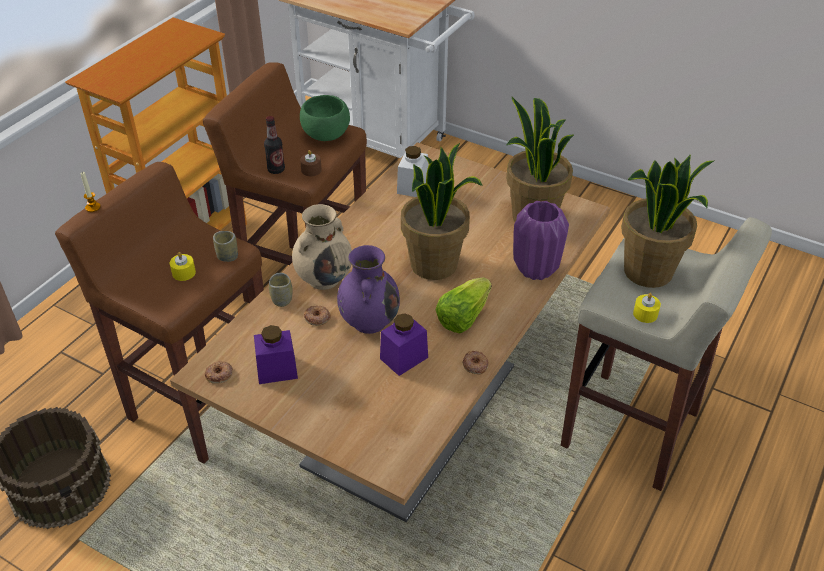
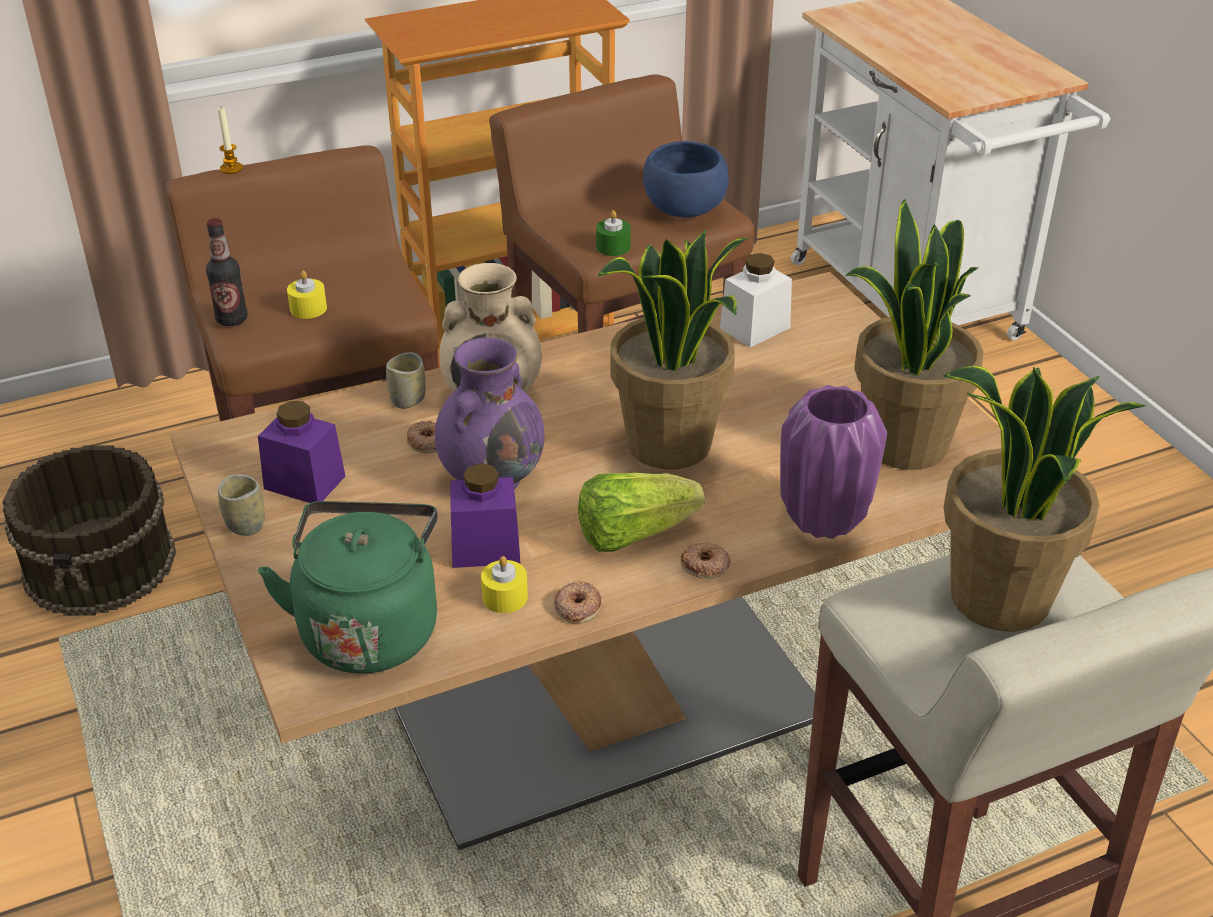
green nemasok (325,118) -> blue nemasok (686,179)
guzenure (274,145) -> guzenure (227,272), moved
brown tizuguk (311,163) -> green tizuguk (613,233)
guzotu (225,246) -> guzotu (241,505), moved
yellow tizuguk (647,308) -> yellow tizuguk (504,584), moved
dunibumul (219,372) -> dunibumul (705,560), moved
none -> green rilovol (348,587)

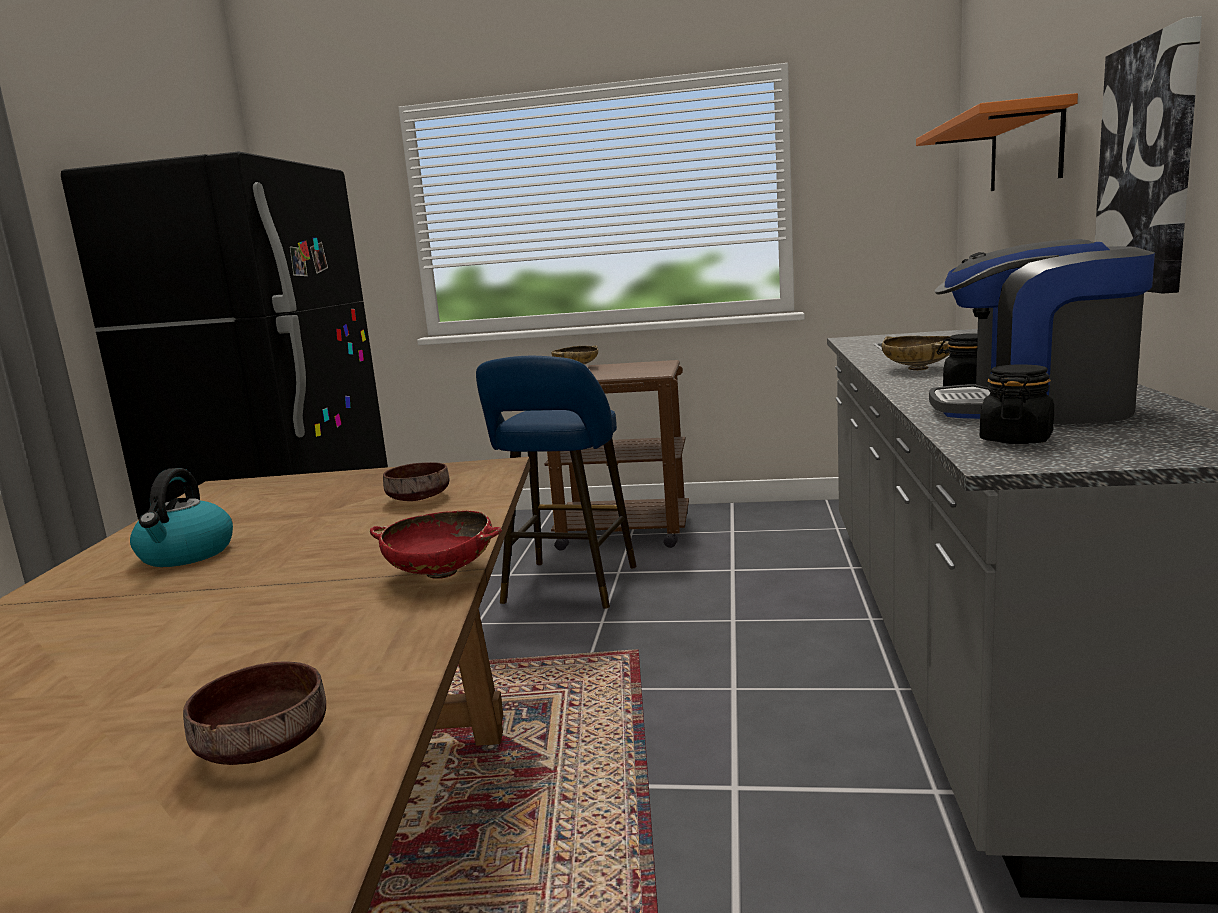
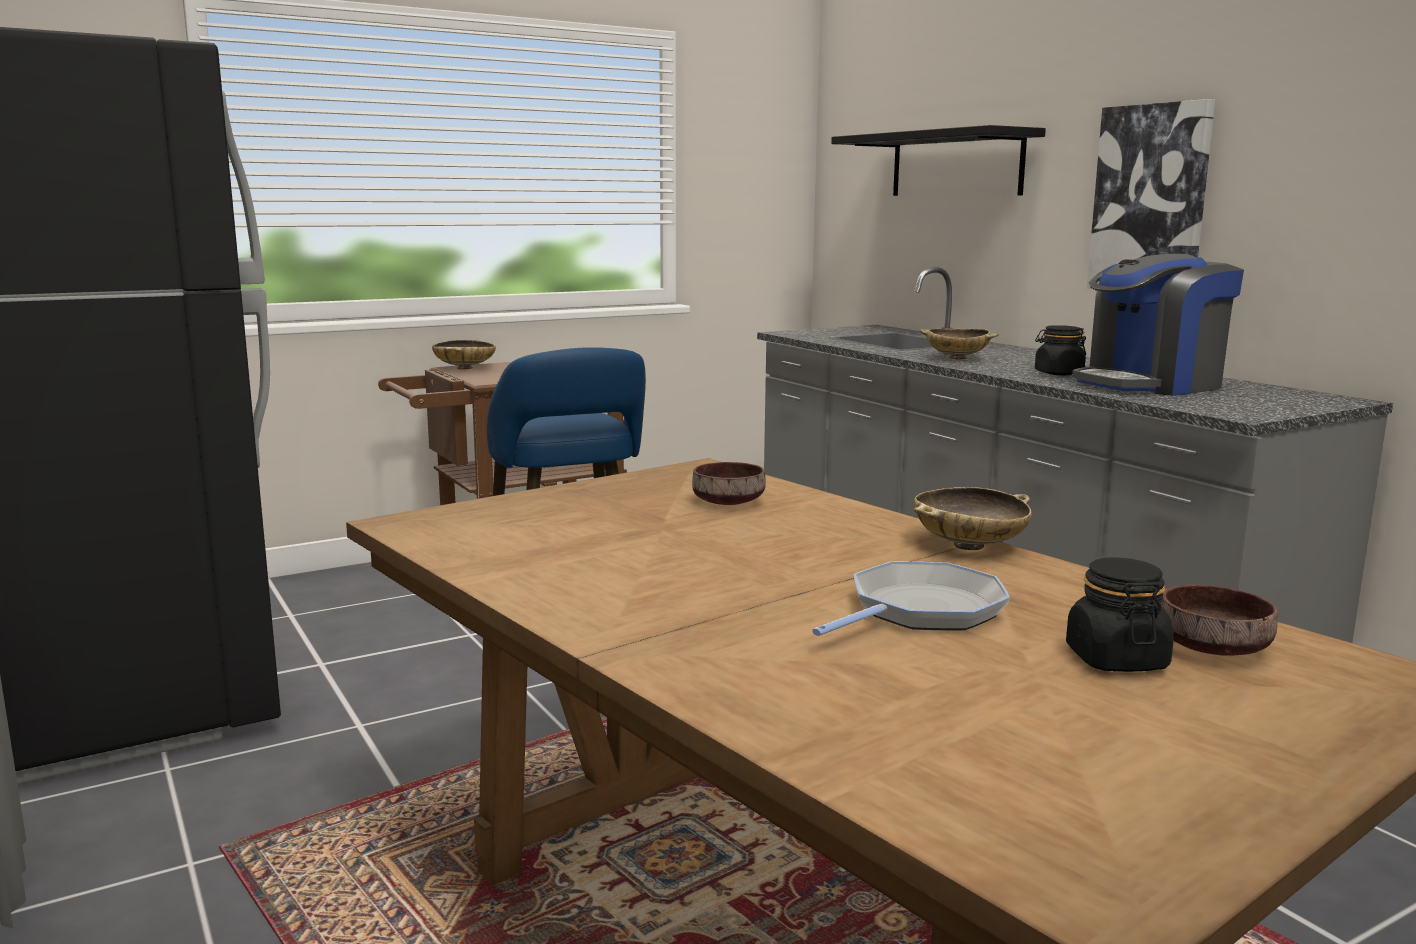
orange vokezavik (997,142) -> black vokezavik (938,160)
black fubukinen (1017,404) -> black fubukinen (1120,614), moved
rilovol (181,517) -> none
red nemasok (436,545) -> beige nemasok (973,518)
none -> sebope (911,599)

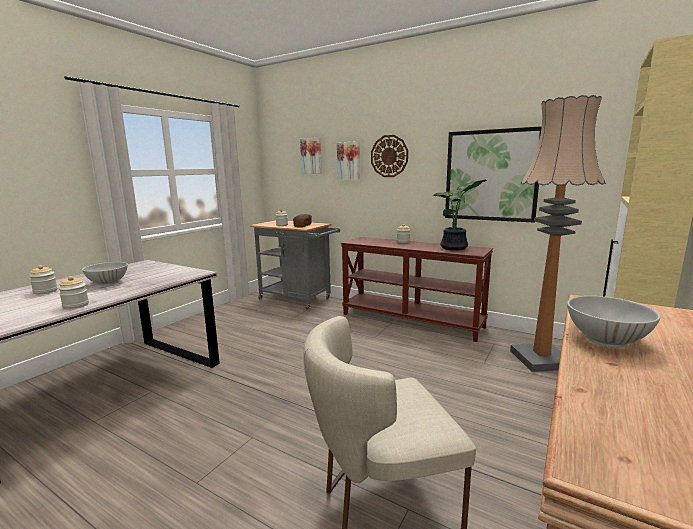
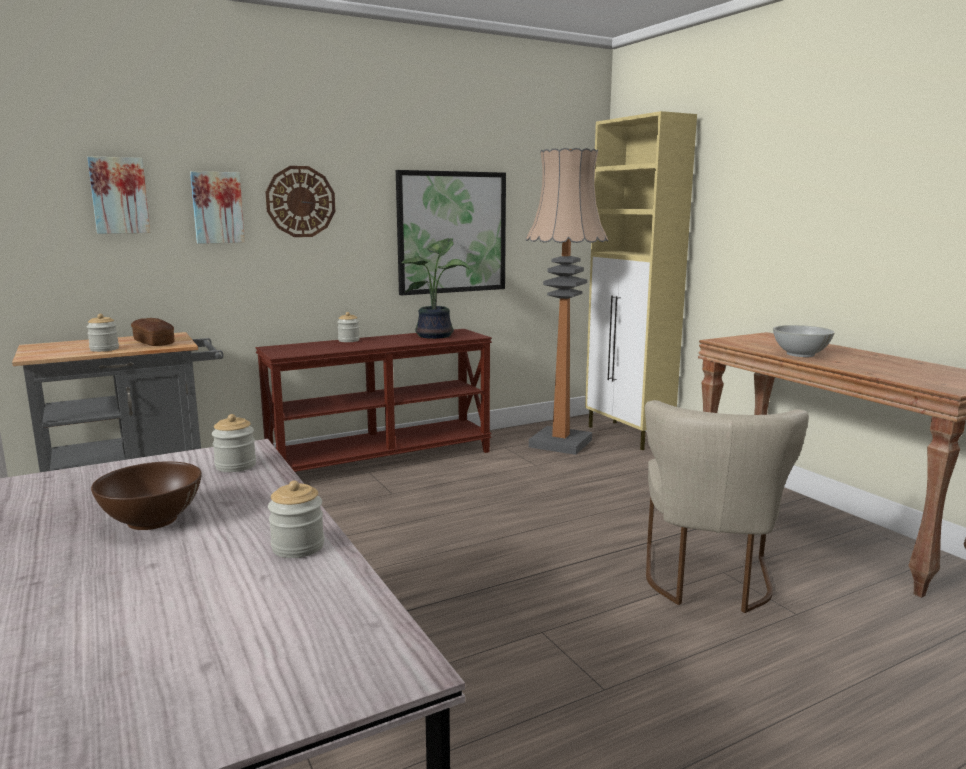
white nemasok (105,274) -> brown nemasok (146,496)
fubukinen (43,279) -> fubukinen (234,443), moved

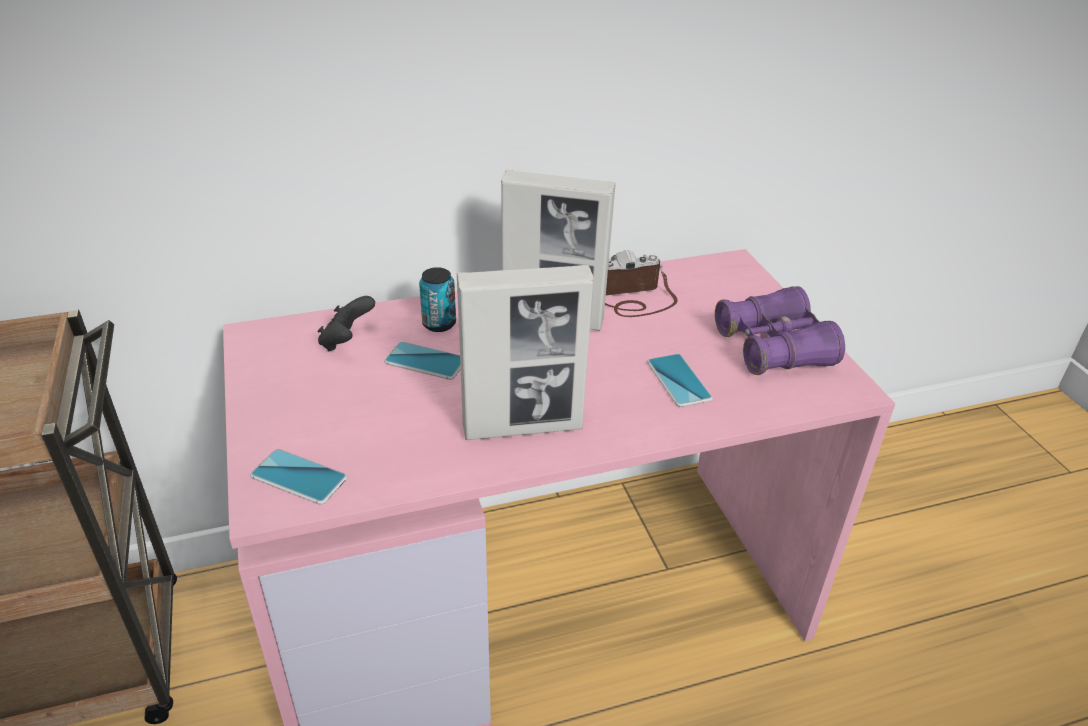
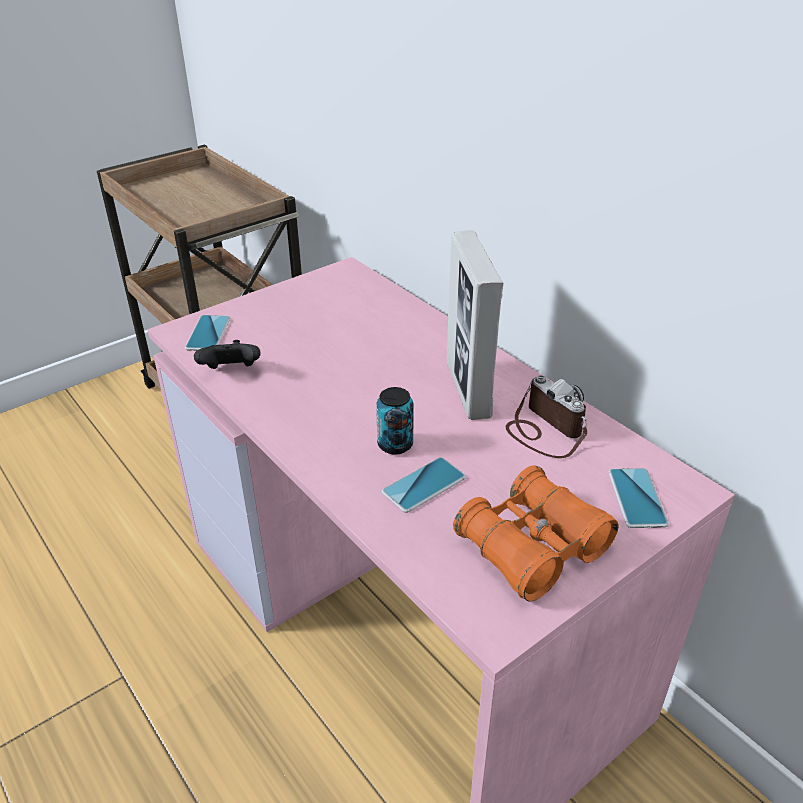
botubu (525,352) -> none
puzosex (437,299) -> puzosex (395,421), moved
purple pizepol (780,330) -> orange pizepol (536,533)
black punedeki (346,324) -> black punedeki (227,354), moved
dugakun (422,361) -> dugakun (638,498), moved

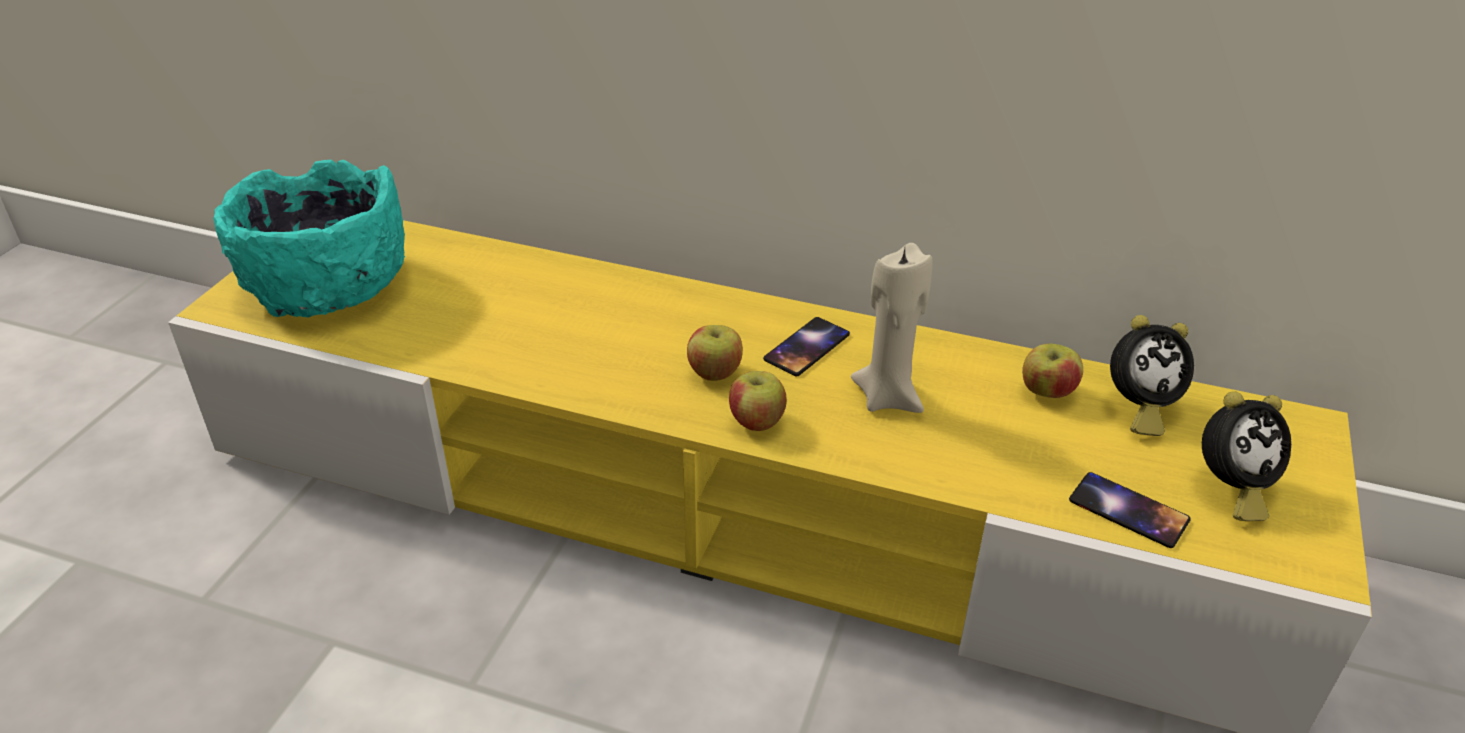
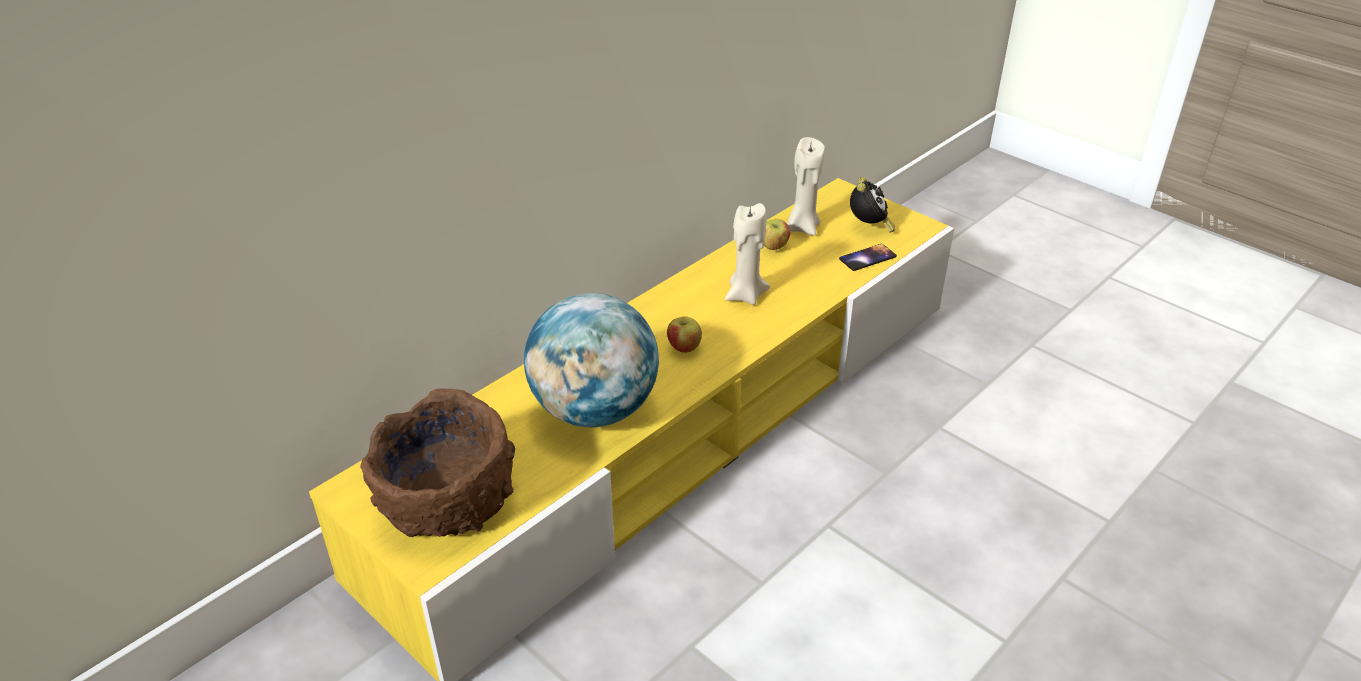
turquoise nemasok (309,239) -> brown nemasok (437,463)
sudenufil (1152,375) -> beige tizuguk (806,186)
dugakun (806,346) -> none
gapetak (758,401) -> none
none -> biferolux (591,360)

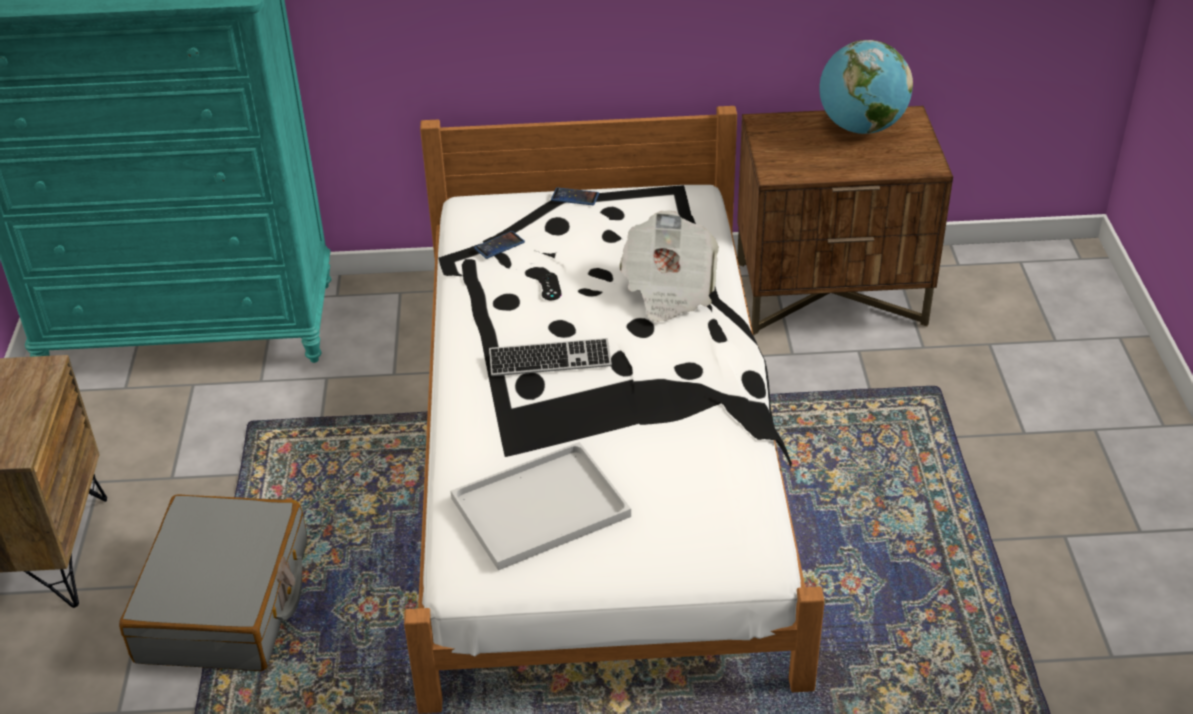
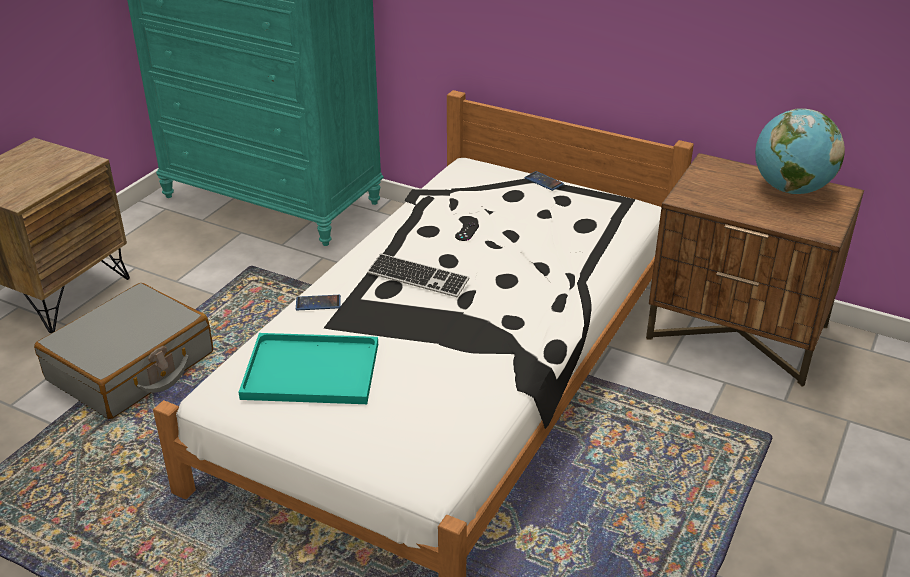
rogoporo (669,266) -> none
dugakun (499,245) -> dugakun (318,302), moved
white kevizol (541,506) -> turquoise kevizol (308,368)

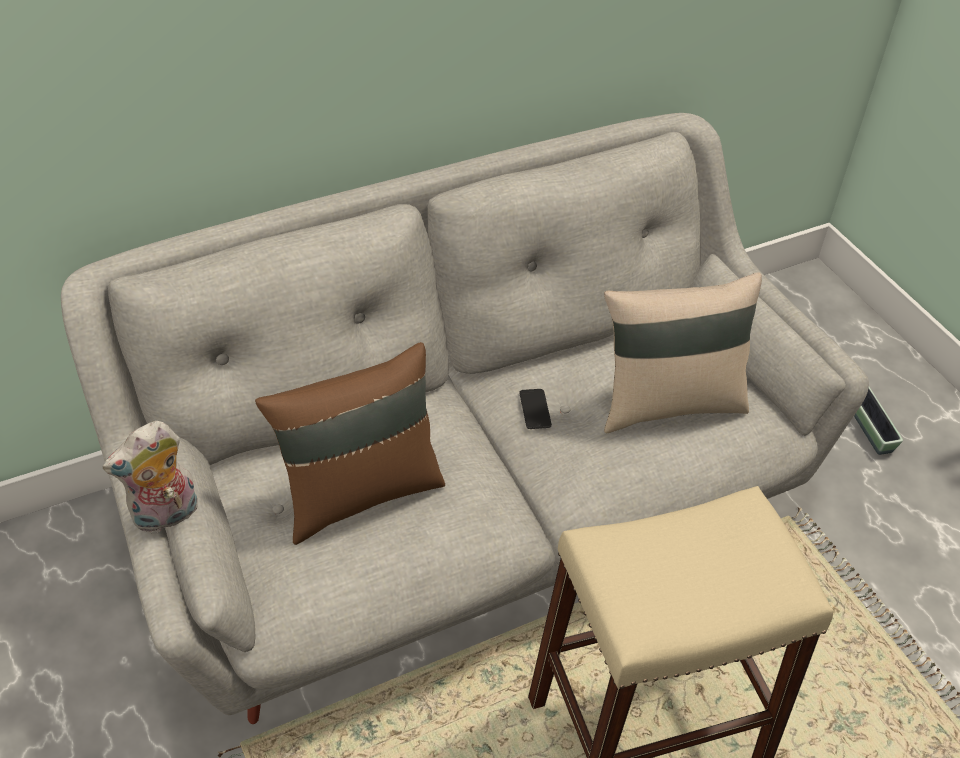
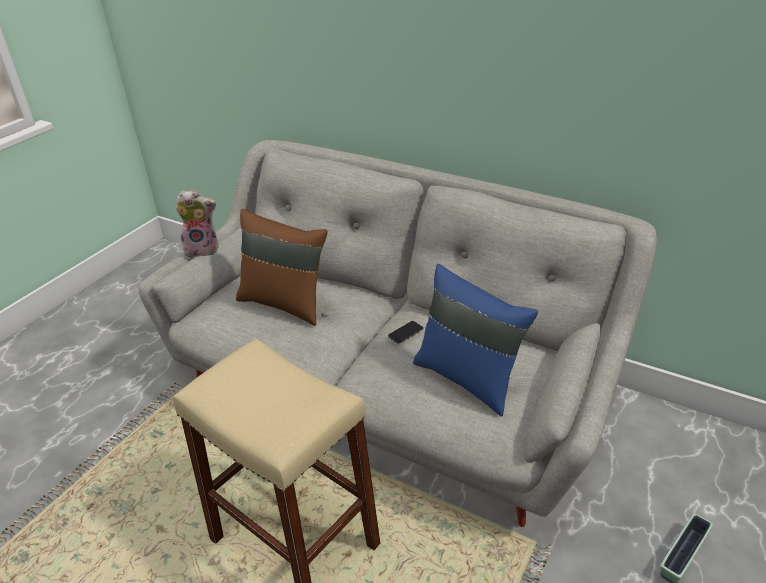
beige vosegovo (683,352) -> blue vosegovo (475,340)
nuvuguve (150,477) -> nuvuguve (197,224), 150 degrees clockwise

